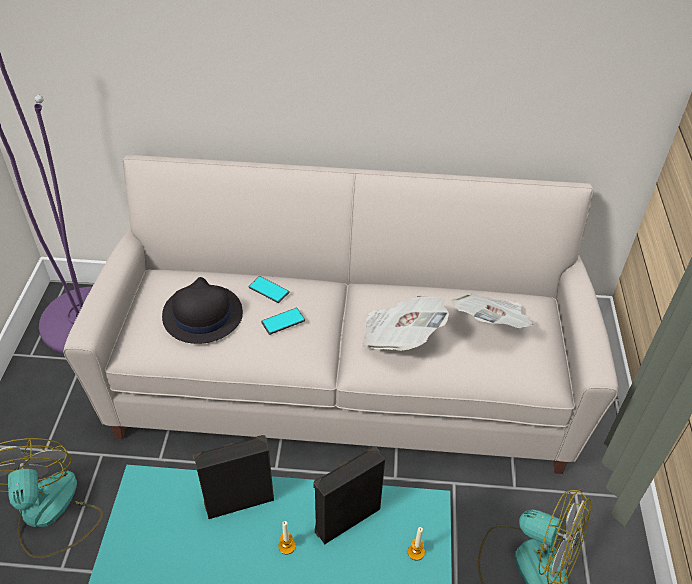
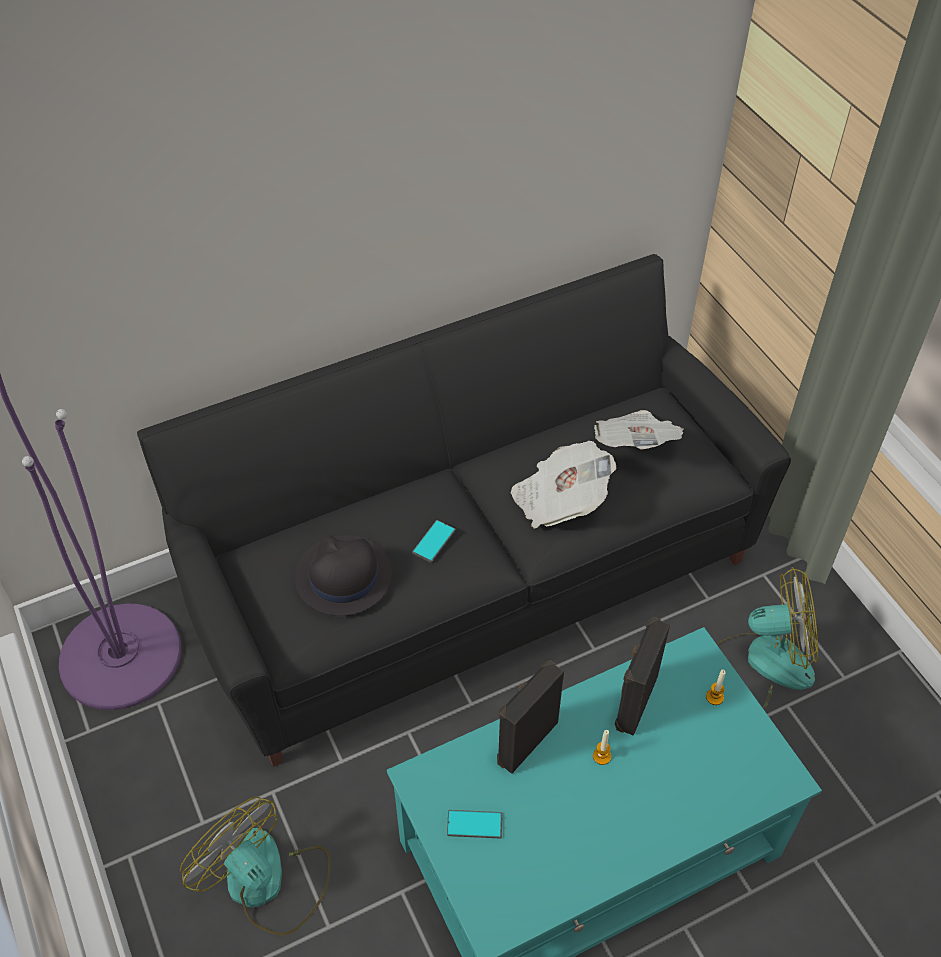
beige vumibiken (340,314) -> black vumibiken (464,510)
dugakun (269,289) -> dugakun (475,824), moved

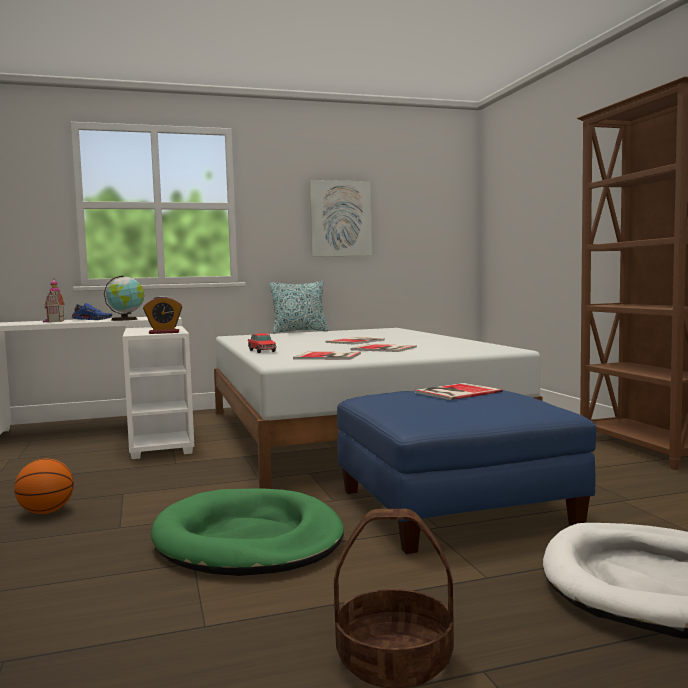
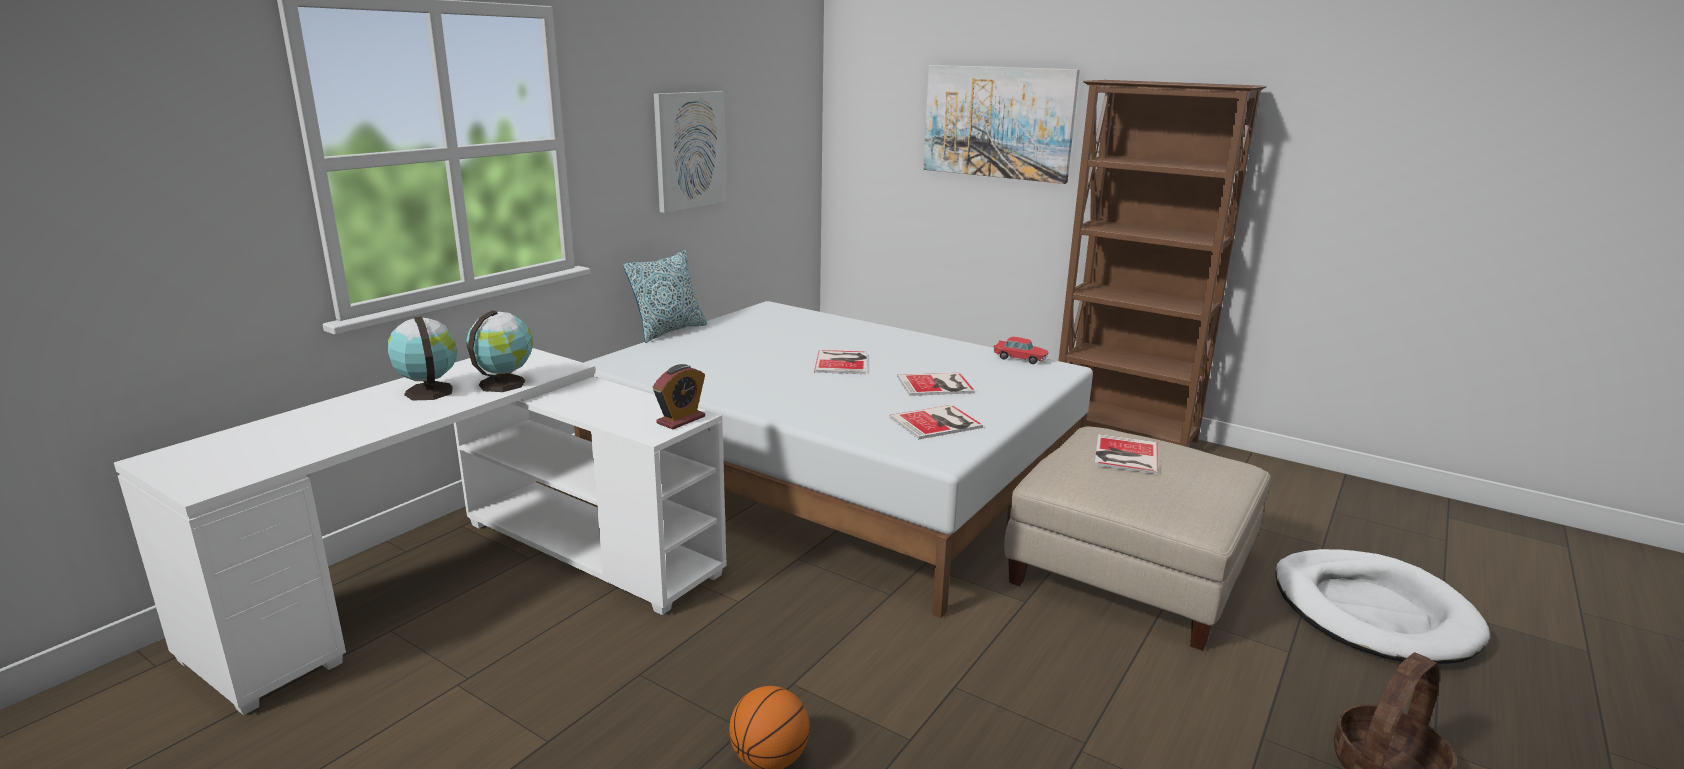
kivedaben (54,300) -> none
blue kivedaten (92,311) -> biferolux (422,358)
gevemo (262,343) -> gevemo (1021,350), moved
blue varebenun (466,472) -> beige varebenun (1137,539)
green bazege (247,532) -> none
none -> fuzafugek (1001,124)

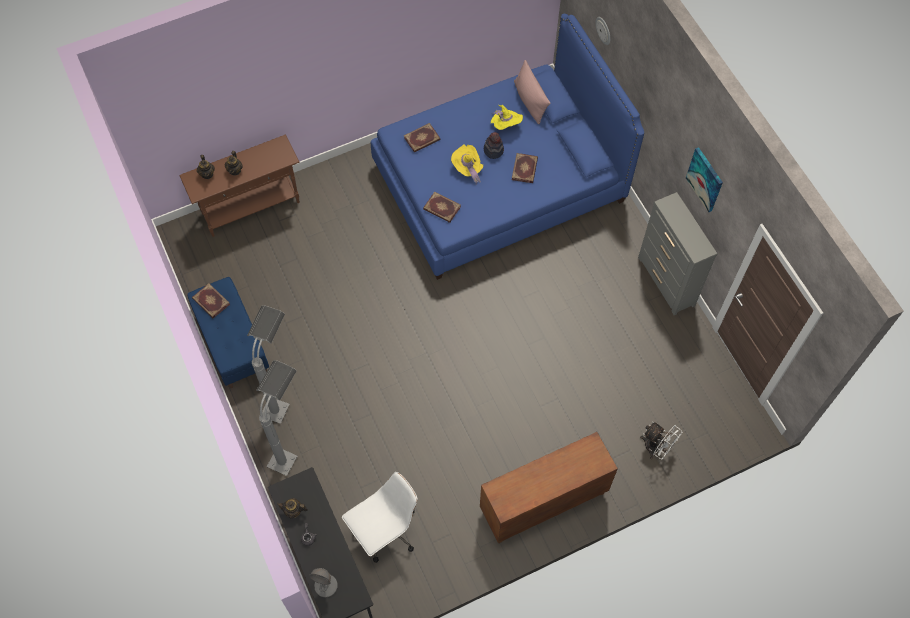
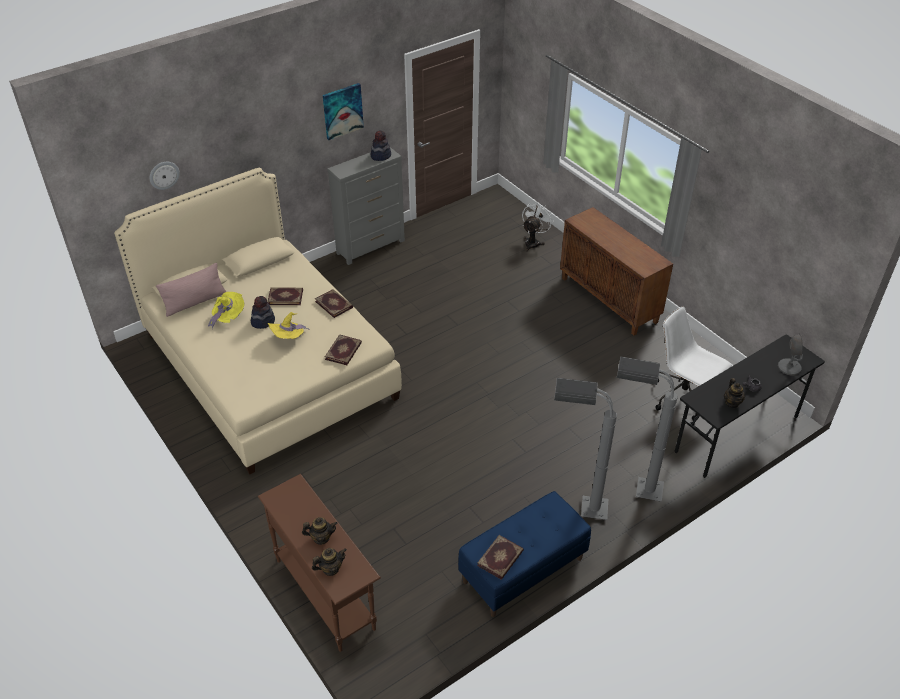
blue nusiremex (507,147) -> beige nusiremex (258,321)
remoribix (422,137) -> remoribix (334,303), moved
none -> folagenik (381,146)

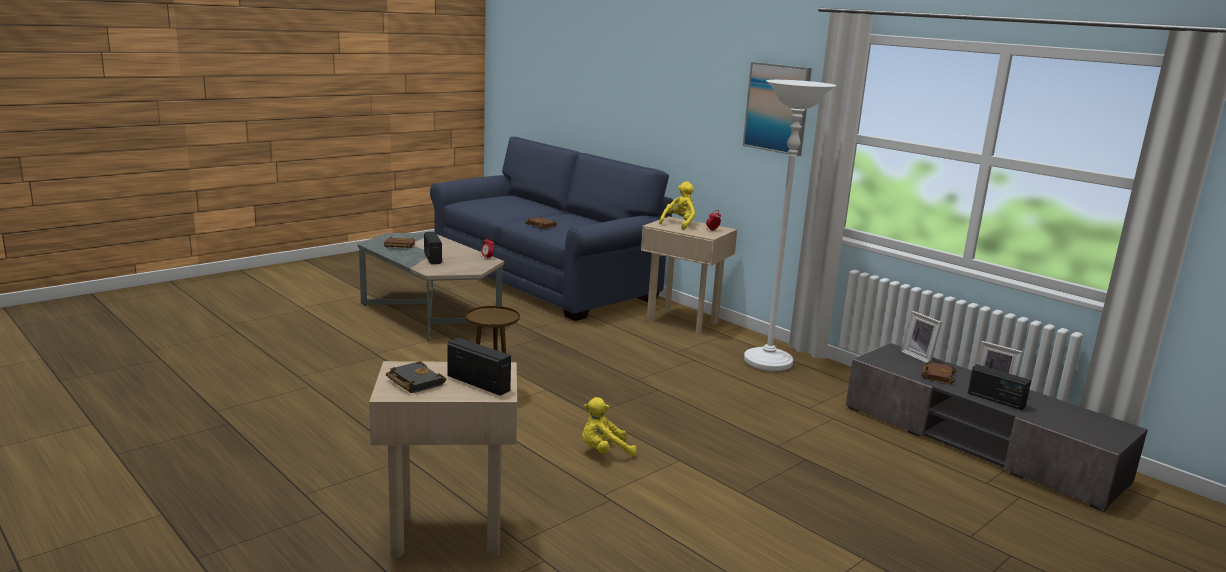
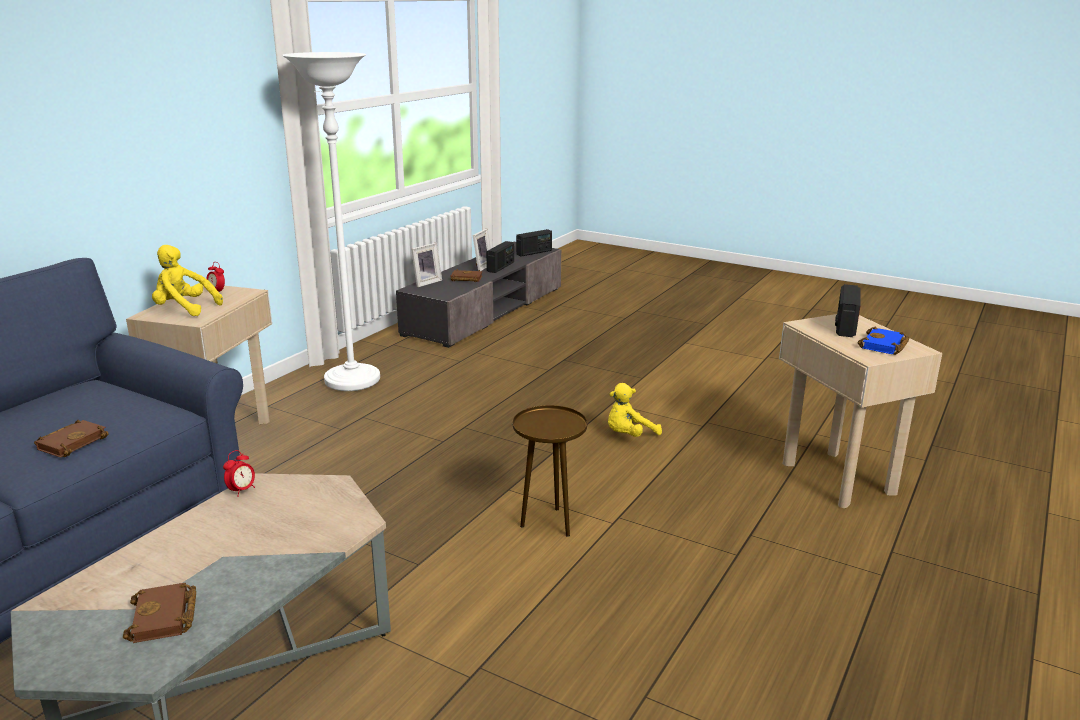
fuzafugek (777,109) -> none
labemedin (433,248) -> labemedin (534,243), moved
black remoribix (416,377) -> blue remoribix (883,341)
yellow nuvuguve (609,427) -> yellow nuvuguve (635,410), 90 degrees clockwise

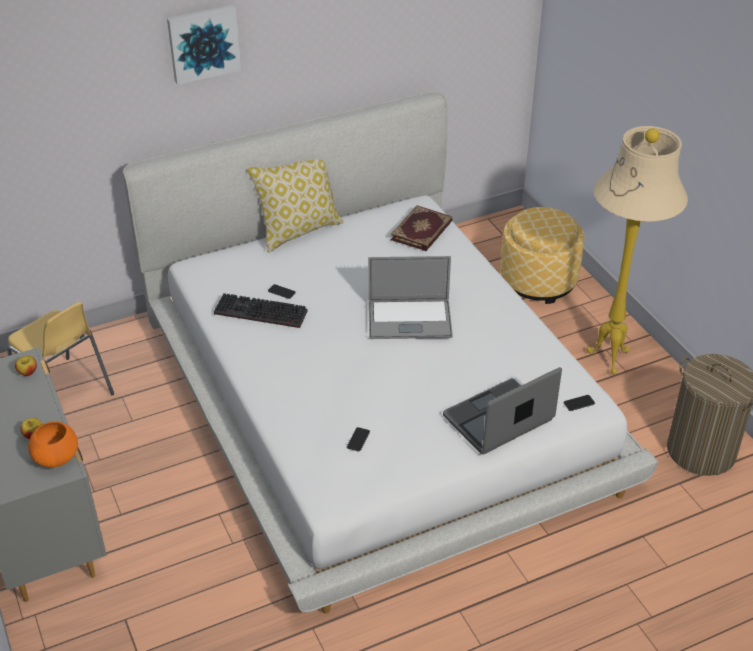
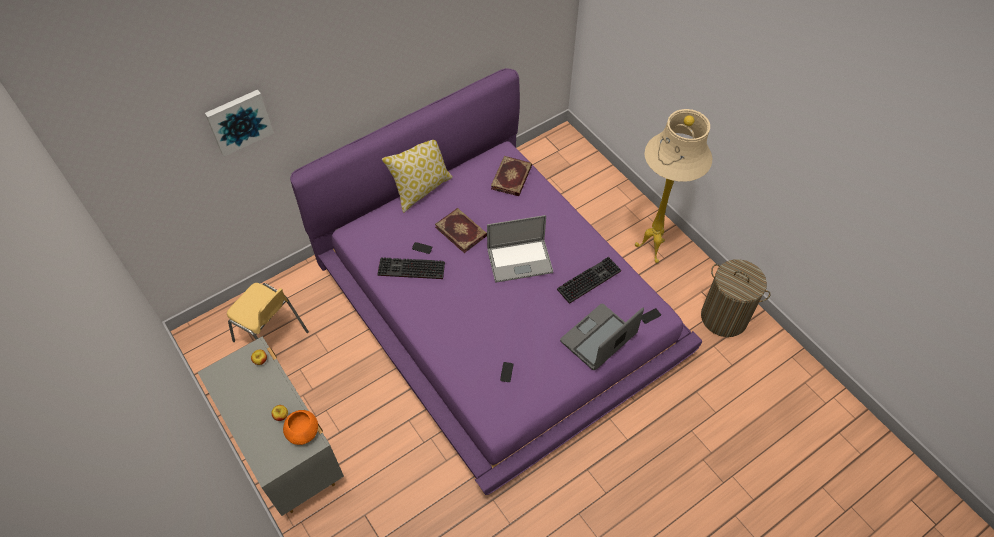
fuzafugek (204,45) -> fuzafugek (239,123), moved
white nusiremex (390,353) -> purple nusiremex (496,281)
varebenun (542,255) -> none
none -> remoribix (461,230)
none -> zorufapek (589,280)

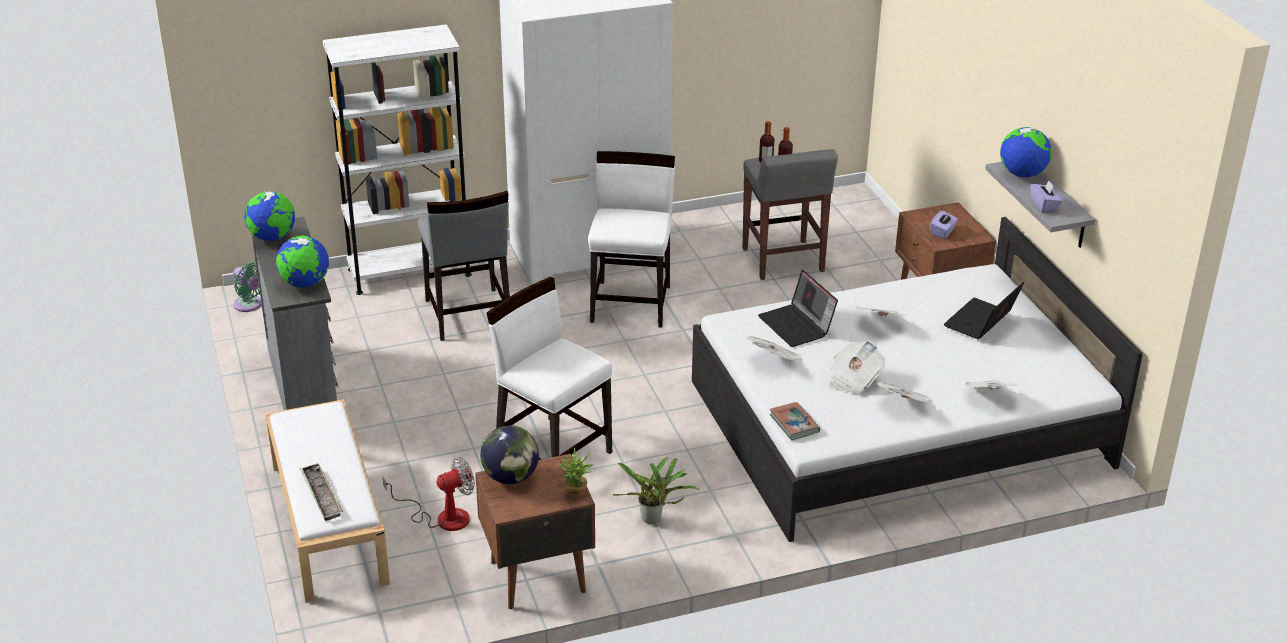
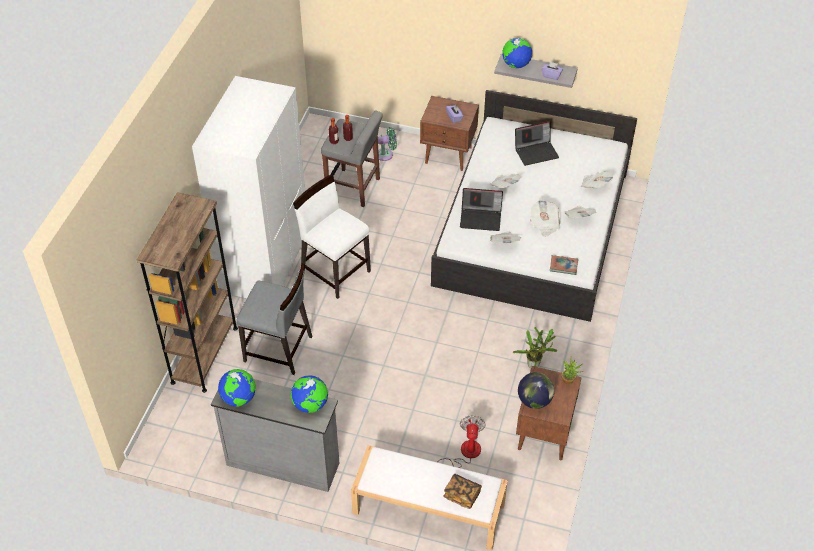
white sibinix (397,159) -> brown sibinix (187,292)
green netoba (247,287) -> green netoba (387,144), moved
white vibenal (549,368) -> none
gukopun (983,310) -> gukopun (537,143), 90 degrees counterclockwise
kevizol (321,492) -> remoribix (462,491)

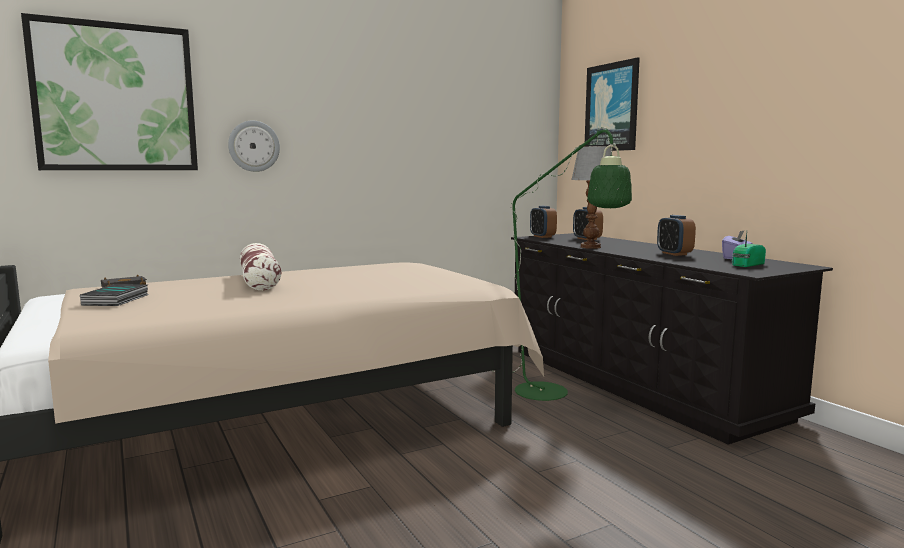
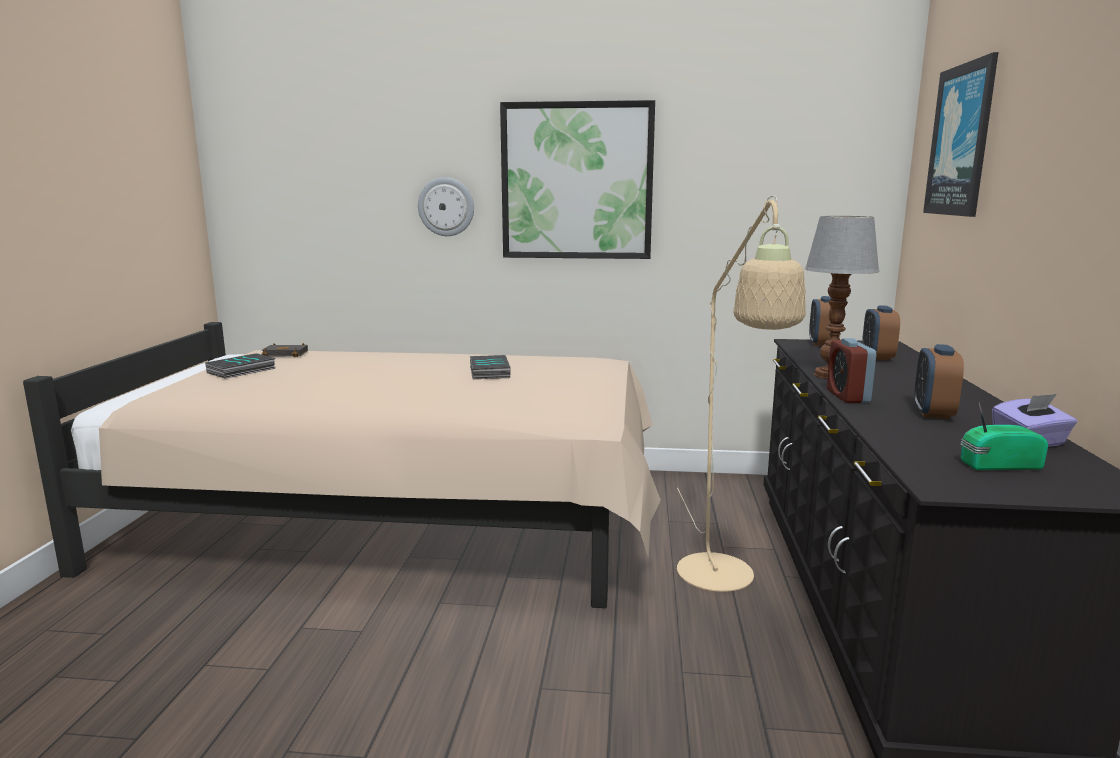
fuzafugek (109,91) -> fuzafugek (577,179), moved
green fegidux (562,264) -> beige fegidux (741,394)
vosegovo (260,266) -> none
none -> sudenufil (851,370)
none -> remoribix (490,367)

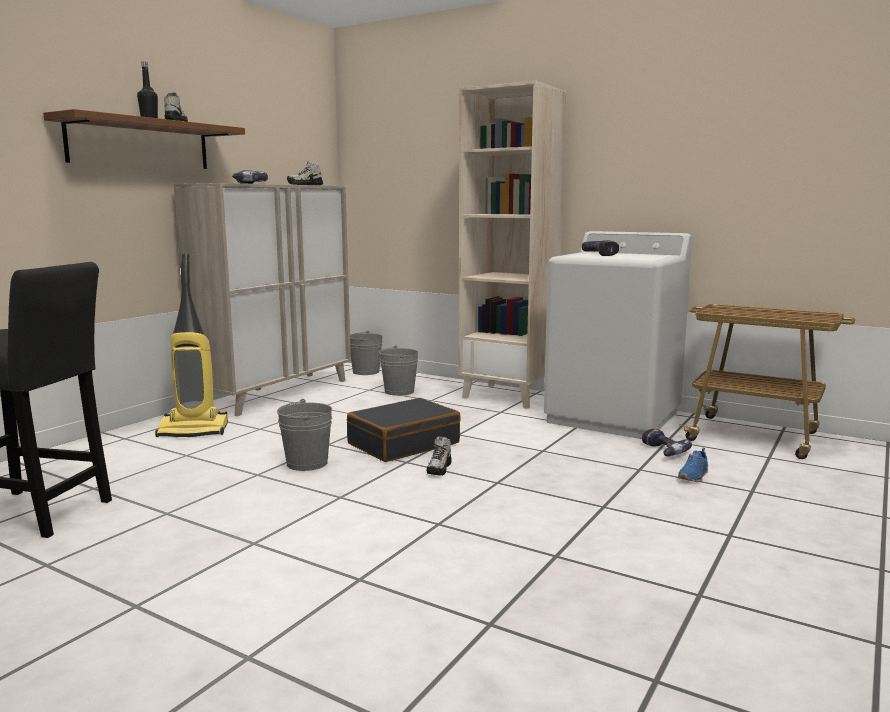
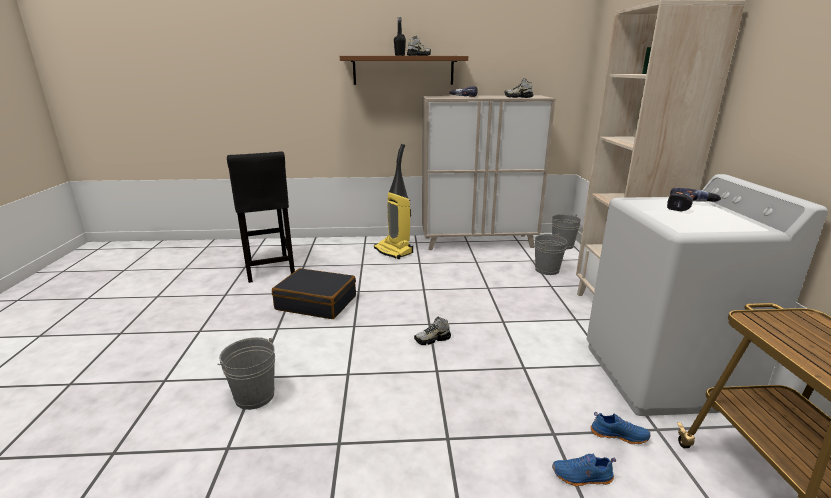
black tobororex (404,430) -> black tobororex (314,293), moved
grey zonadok (304,435) -> grey zonadok (246,373), moved
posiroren (667,442) -> blue kivedaten (620,428)

